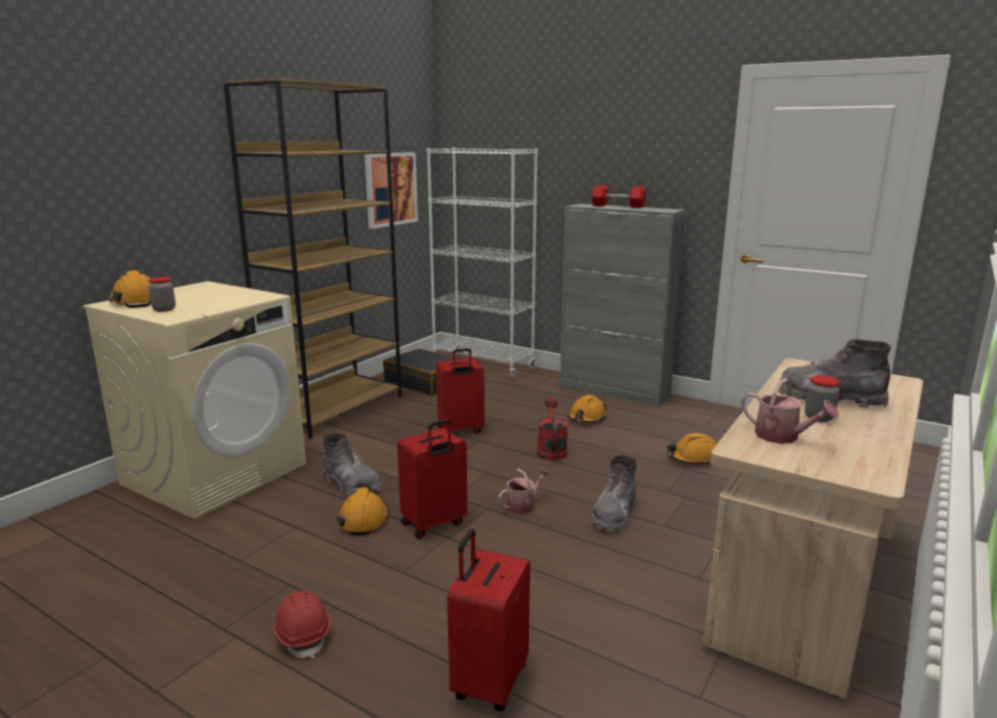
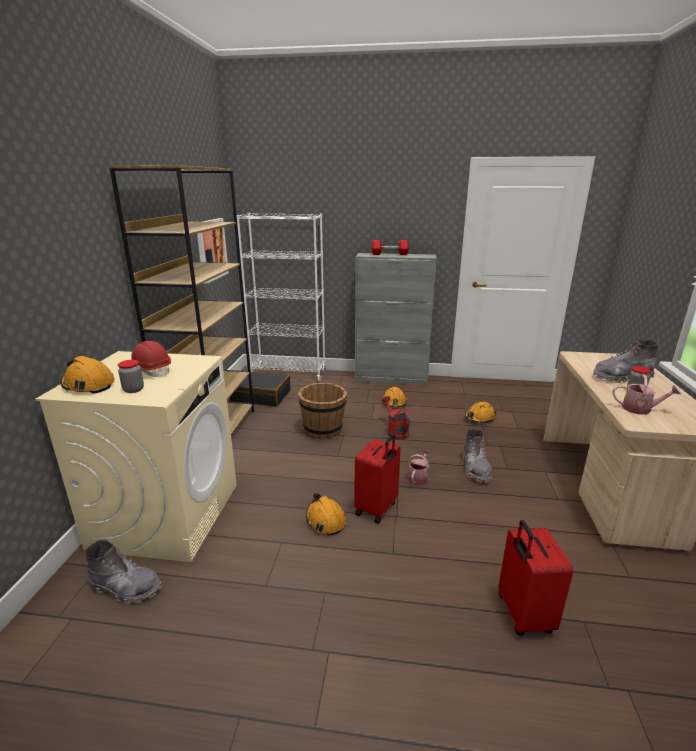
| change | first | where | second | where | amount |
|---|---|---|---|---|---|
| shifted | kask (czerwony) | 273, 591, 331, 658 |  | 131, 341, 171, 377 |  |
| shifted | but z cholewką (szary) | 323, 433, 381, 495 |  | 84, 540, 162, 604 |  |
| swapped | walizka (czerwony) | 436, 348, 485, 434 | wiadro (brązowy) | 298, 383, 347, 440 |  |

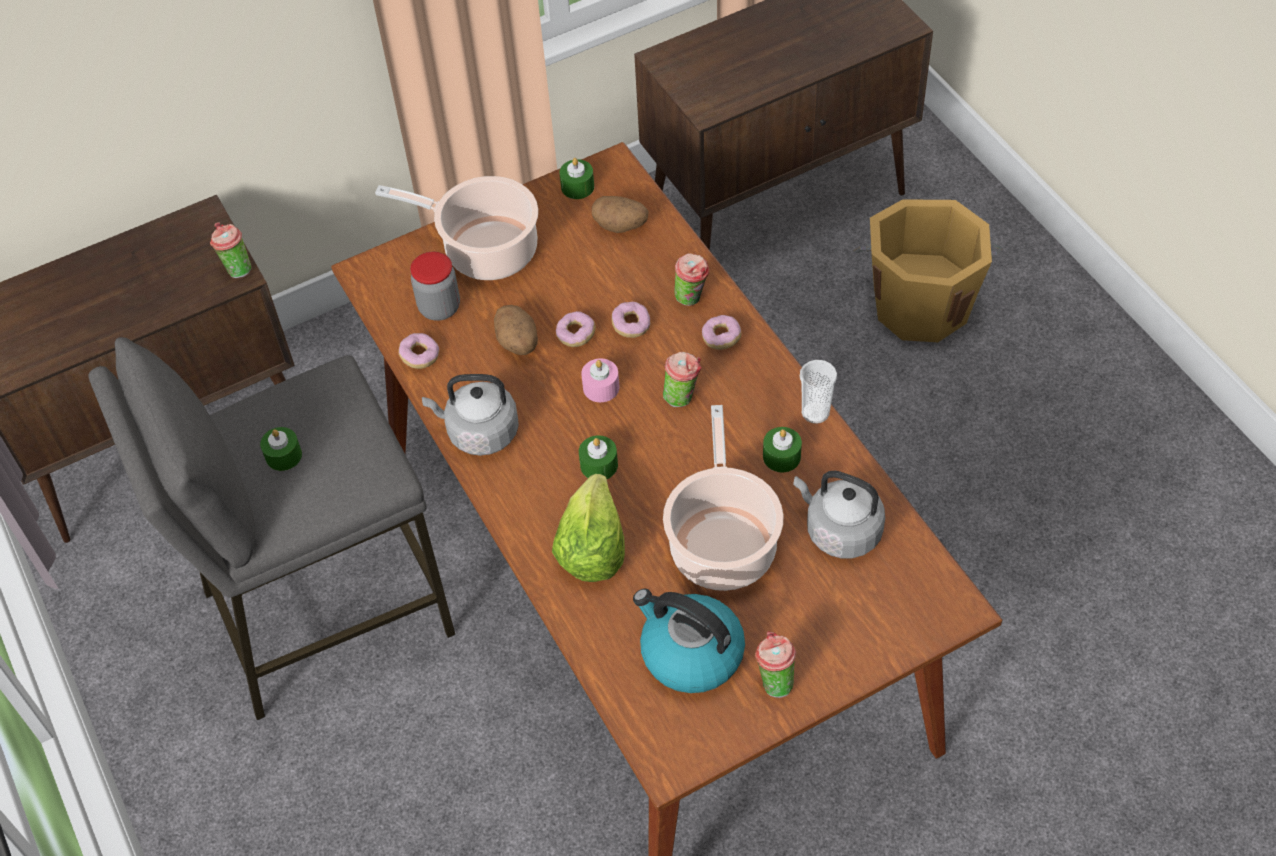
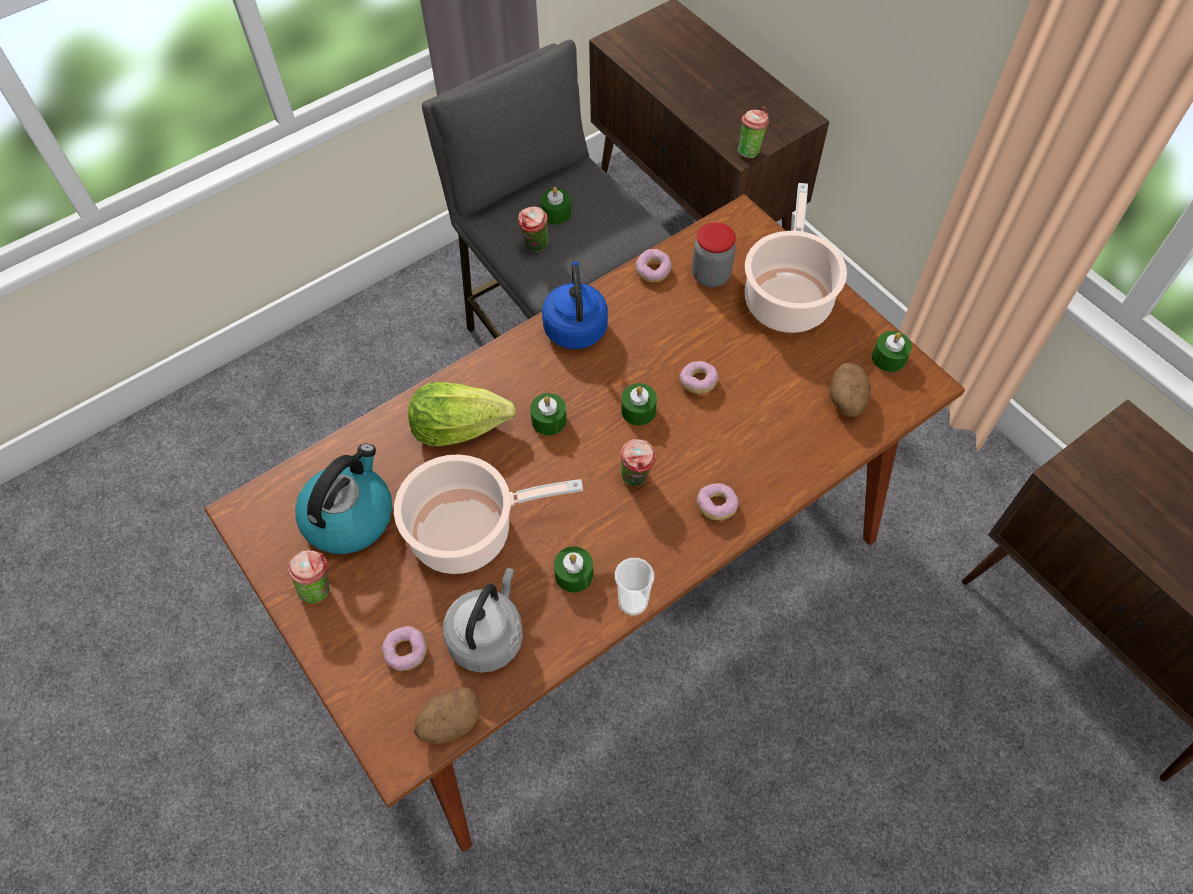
| change | first | where | second | where | amount |
|---|---|---|---|---|---|
| gone | wiadro (pomarańczowy) | 854, 199, 1002, 342 |  |  |  |
| shifted | ziemniak | 494, 305, 538, 355 |  | 414, 687, 481, 744 |  |
| shifted | donut | 612, 302, 650, 338 |  | 382, 626, 427, 671 |  |
| shifted | filiżanka | 674, 253, 709, 306 |  | 518, 206, 549, 252 |  |
| repainted | czajnik (szary) | 422, 374, 519, 456 | czajnik (niebieski) | 542, 261, 608, 349 |  |
| repainted | świeca (różowy) | 581, 358, 619, 402 | świeca (zielony) | 621, 383, 657, 426 |  |

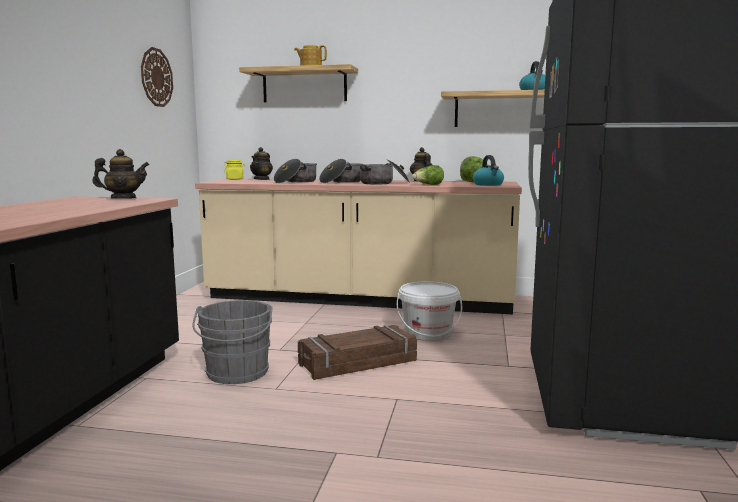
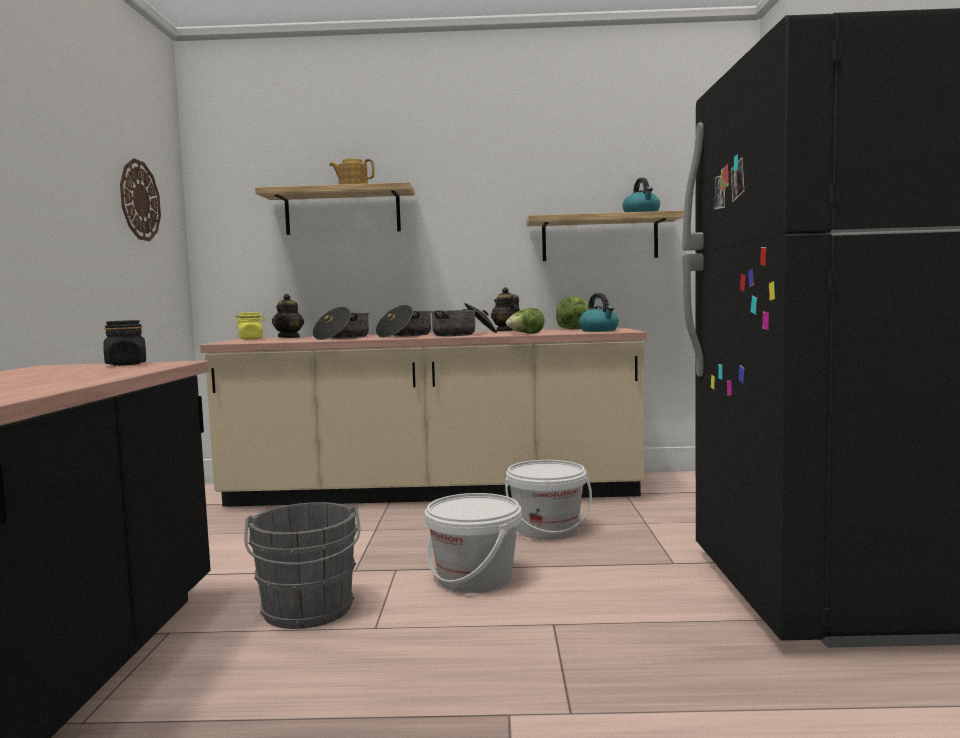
| change | first | where | second | where | amount |
|---|---|---|---|---|---|
| swapped | imbryk | 92, 149, 149, 199 | słoik (czarny) | 103, 320, 146, 366 |  |
| swapped | skrzynka | 298, 325, 417, 380 | wiadro (biały) | 425, 493, 522, 593 |  |

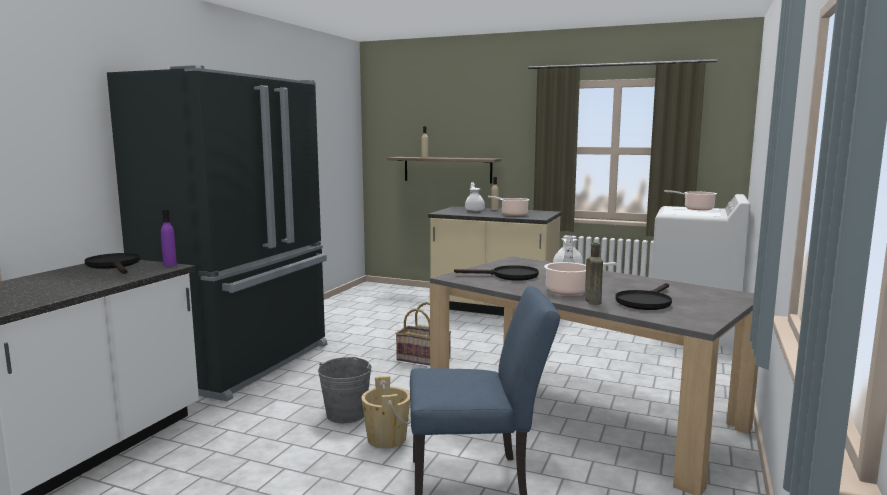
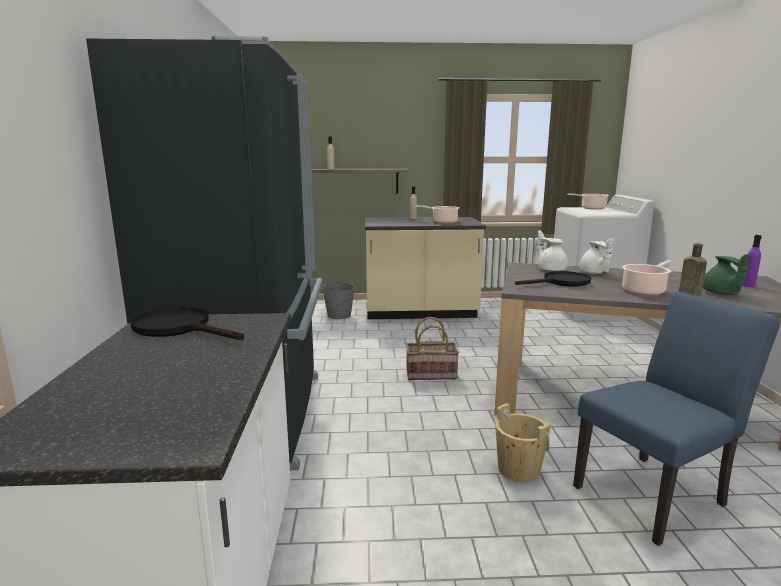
| change | first | where | second | where | amount |
|---|---|---|---|---|---|
| shifted | butelka (fioletowy) | 161, 209, 177, 266 |  | 742, 235, 762, 287 |  |
| shifted | wiadro (szary) | 318, 357, 372, 423 |  | 322, 282, 355, 319 |  |
| shifted | imbryk (biały) | 465, 182, 485, 211 |  | 537, 230, 568, 271 |  |
| swapped | patelnia (czarny) | 615, 283, 672, 310 | imbryk (zielony) | 703, 254, 750, 295 |  |

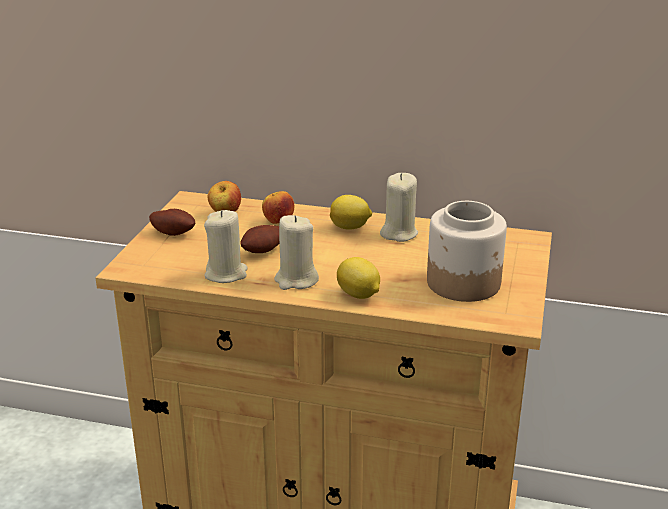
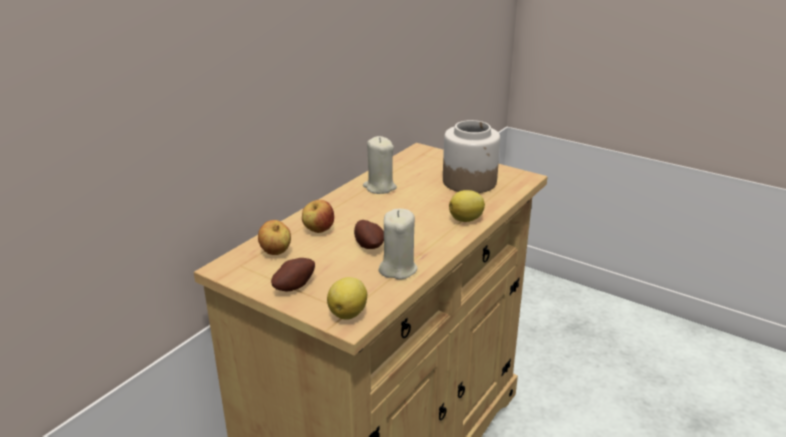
| change | first | where | second | where | amount |
|---|---|---|---|---|---|
| gone | świeca (beżowy) | 274, 215, 319, 290 |  |  |  |
| shifted | cytryna | 330, 195, 372, 230 |  | 327, 277, 367, 320 |  |

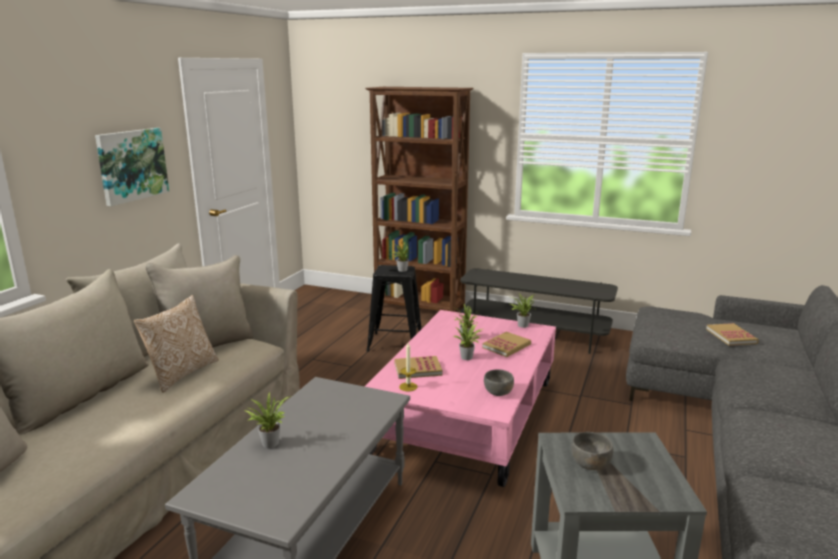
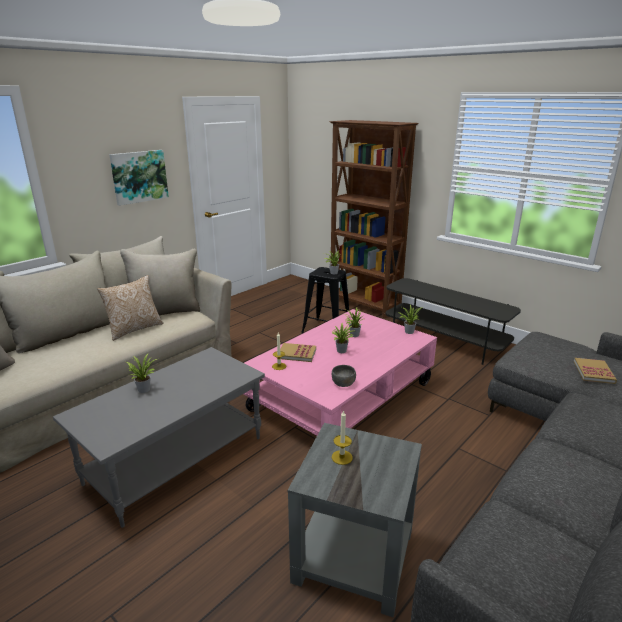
| change | first | where | second | where | amount |
|---|---|---|---|---|---|
| gone | książka | 482, 332, 531, 357 |  |  |  |
| swapped | miska (szary) | 571, 432, 613, 470 | świeca | 332, 410, 353, 465 |  |

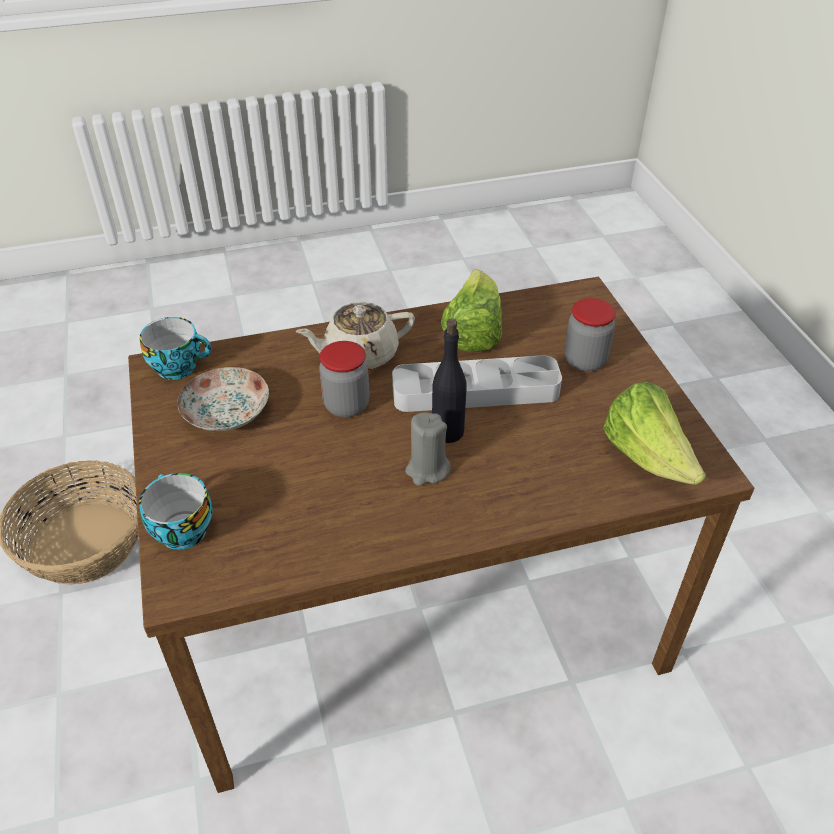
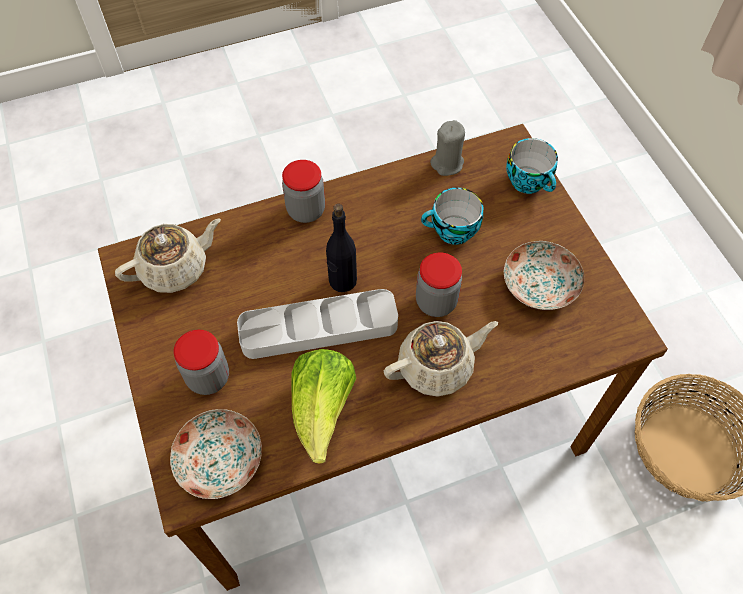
| change | first | where | second | where | amount |
|---|---|---|---|---|---|
| new |  |  | talerz | 170, 409, 262, 499 |  |
| new |  |  | słoik | 282, 160, 325, 223 |  |
| shifted | filiżanka | 140, 317, 211, 380 |  | 421, 188, 483, 245 |  |
| shifted | świeca (szary) | 405, 412, 451, 486 |  | 430, 120, 465, 176 |  |
| swapped | sałata | 603, 382, 706, 485 | imbryk (beżowy) | 115, 218, 221, 293 |  |

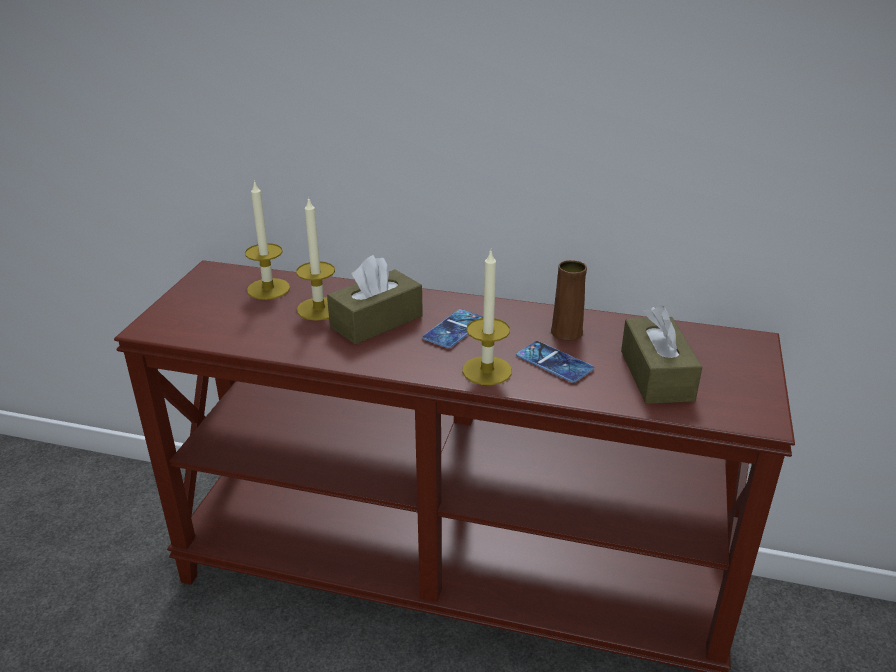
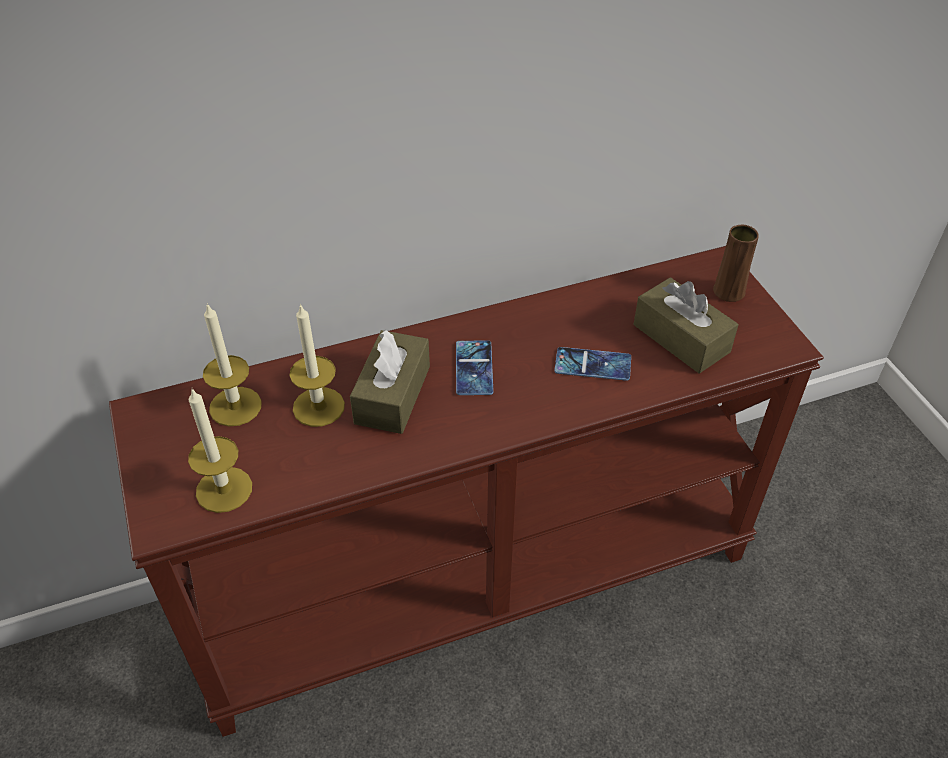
| change | first | where | second | where | amount |
|---|---|---|---|---|---|
| shifted | świeca | 462, 250, 512, 385 |  | 188, 389, 252, 513 |  |
| shifted | wazon (brązowy) | 551, 260, 587, 341 |  | 713, 225, 759, 302 |  |

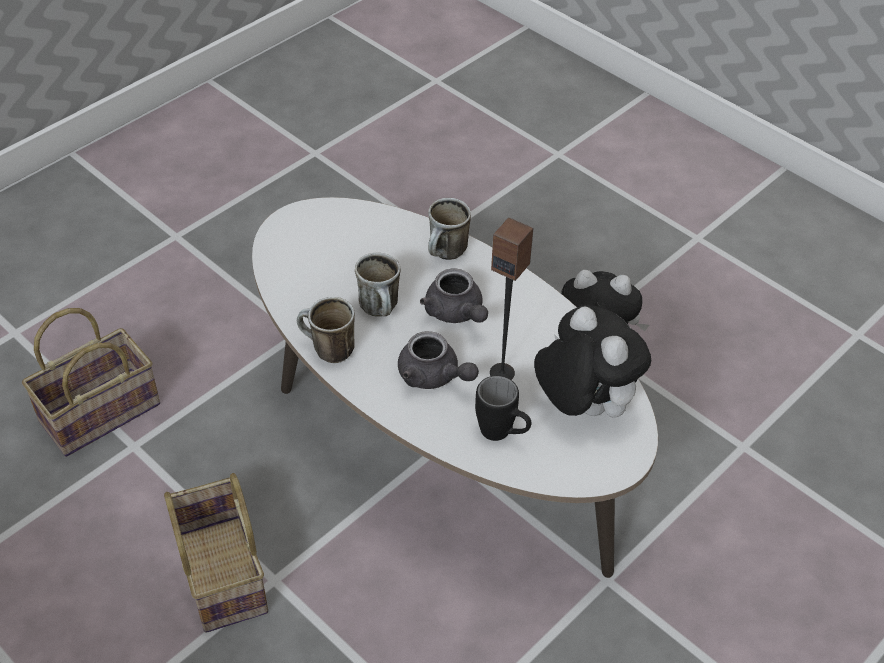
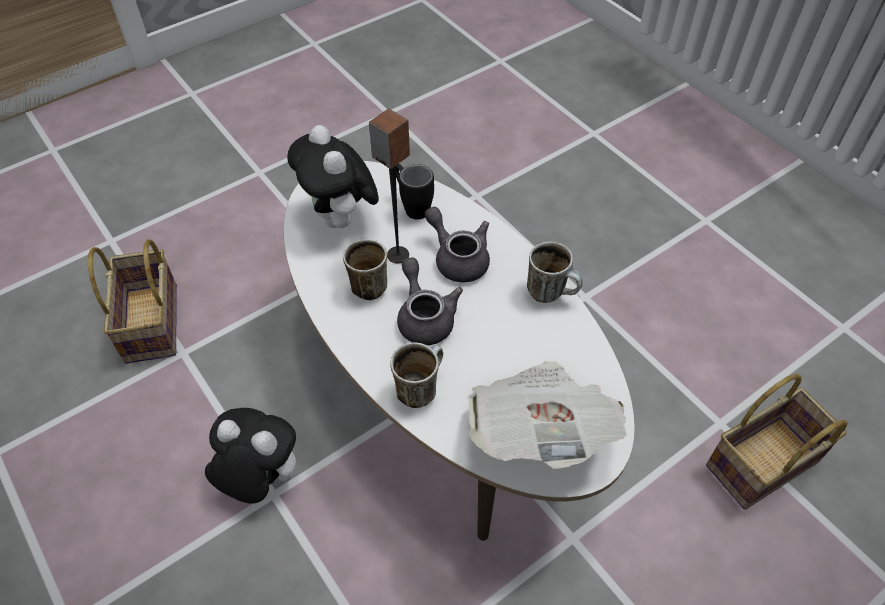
| change | first | where | second | where | amount |
|---|---|---|---|---|---|
| new |  |  | gazeta | 468, 361, 627, 469 |  |
| shifted | koszyk | 164, 473, 268, 633 |  | 88, 239, 177, 364 |  |
| shifted | kubek | 355, 253, 401, 317 |  | 343, 238, 387, 300 |  |

